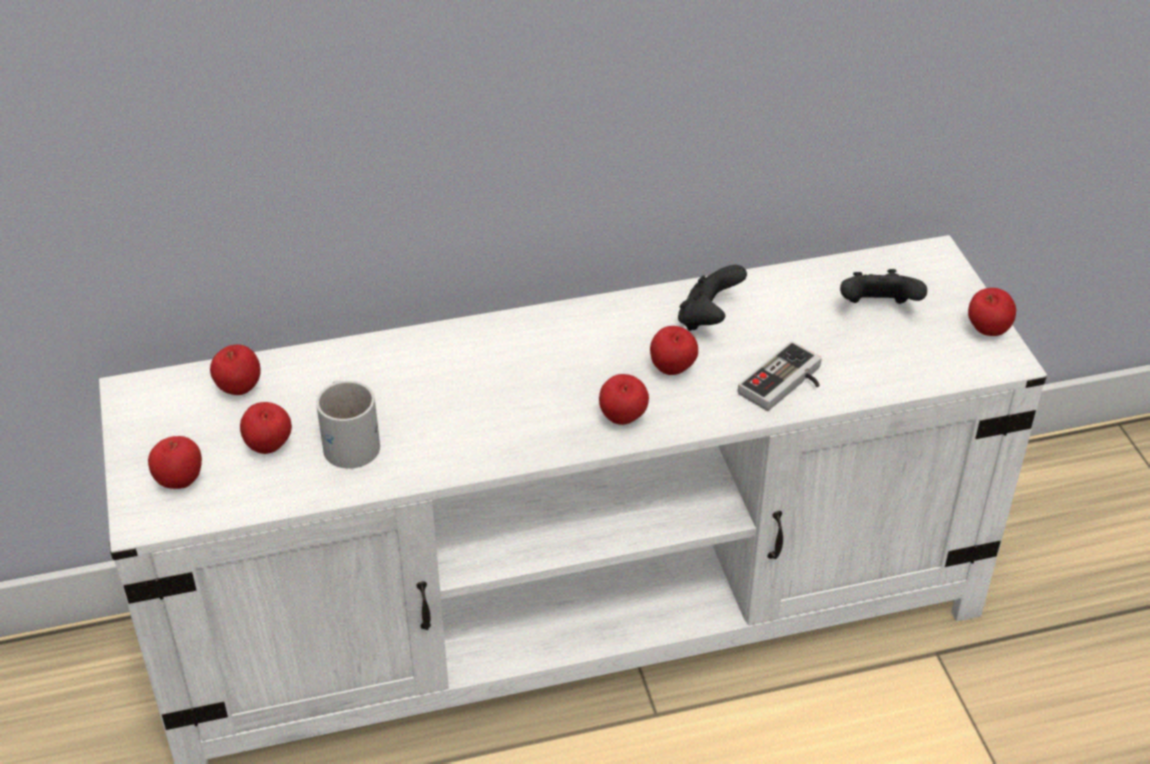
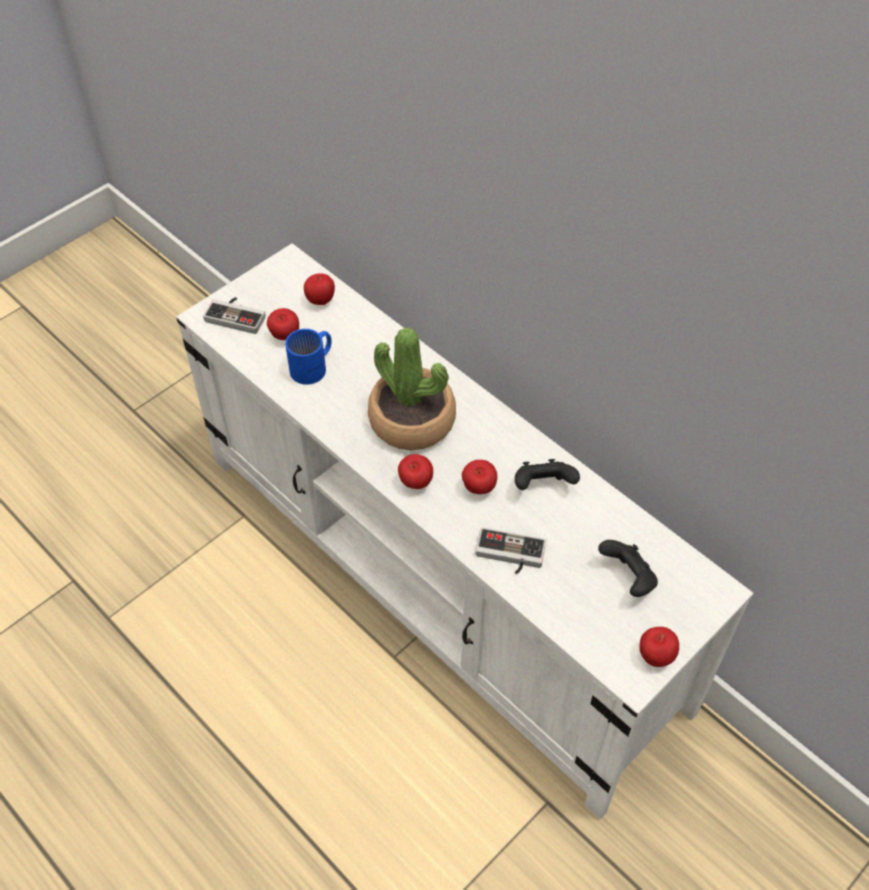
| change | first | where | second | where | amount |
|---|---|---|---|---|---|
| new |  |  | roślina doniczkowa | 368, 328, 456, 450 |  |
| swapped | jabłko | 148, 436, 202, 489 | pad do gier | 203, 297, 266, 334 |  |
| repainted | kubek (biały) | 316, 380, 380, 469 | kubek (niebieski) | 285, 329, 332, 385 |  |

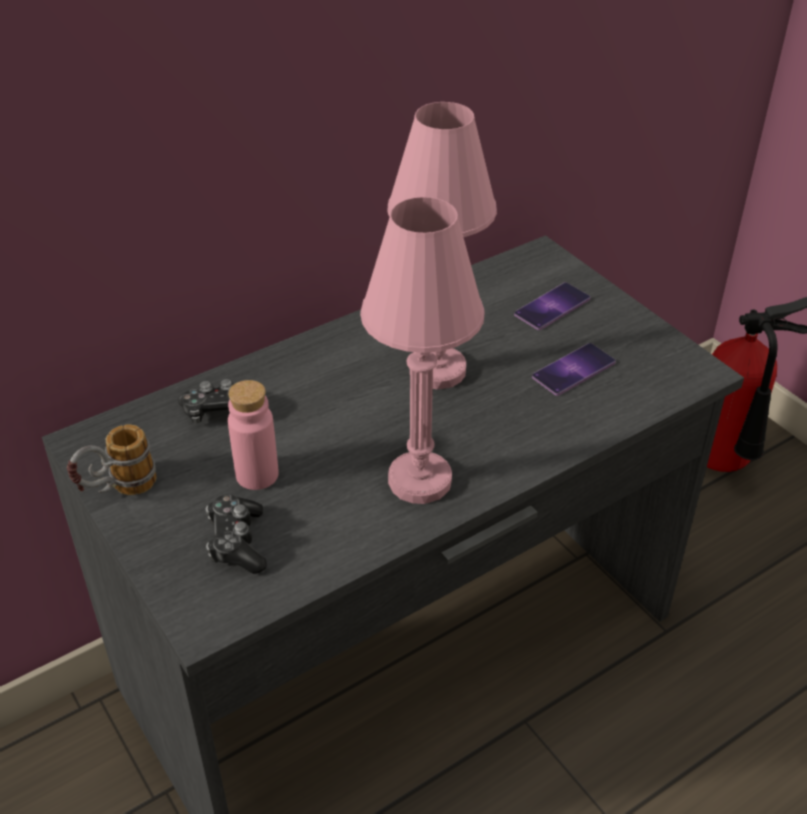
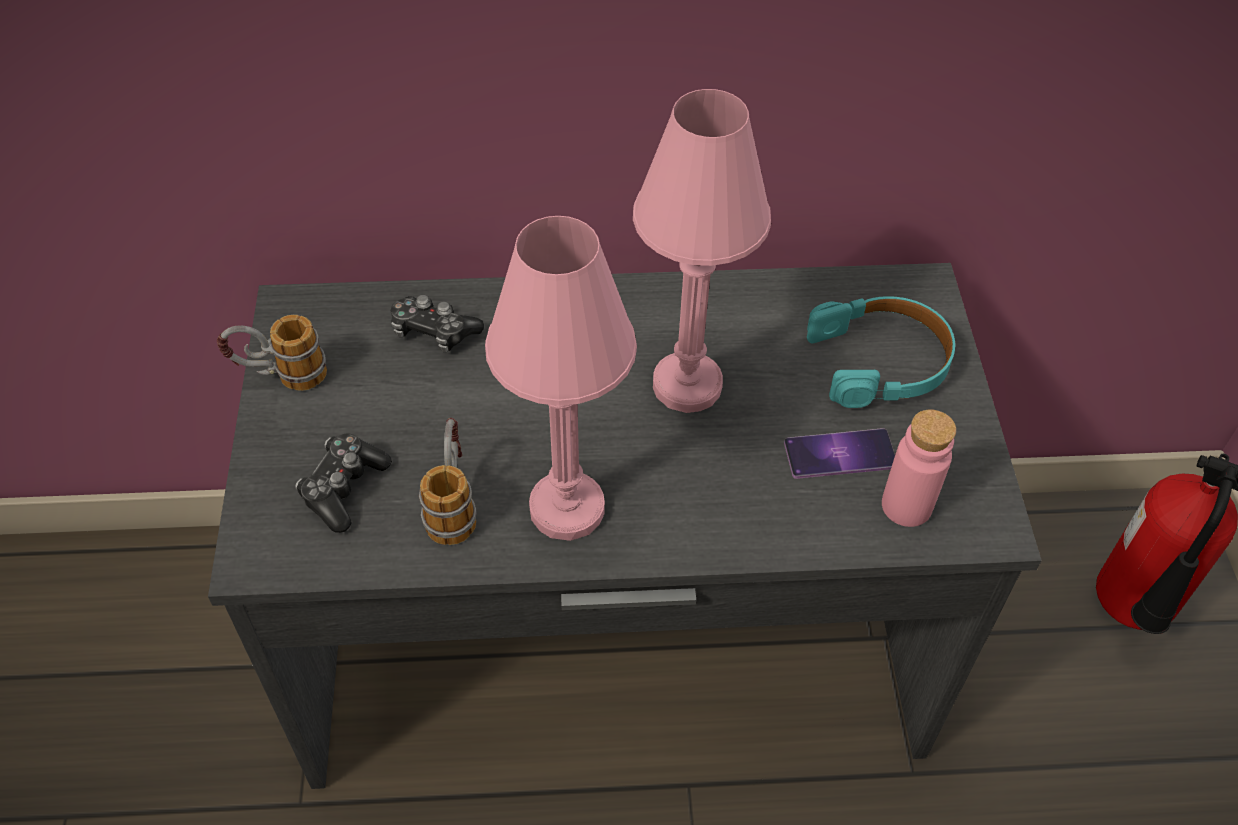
| change | first | where | second | where | amount |
|---|---|---|---|---|---|
| new |  |  | kubek | 419, 418, 476, 545 |  |
| shifted | butelka (różowy) | 228, 380, 279, 490 |  | 882, 410, 956, 527 |  |
| swapped | telefon | 514, 282, 590, 330 | słuchawki (turkusowy) | 807, 296, 955, 408 |  |

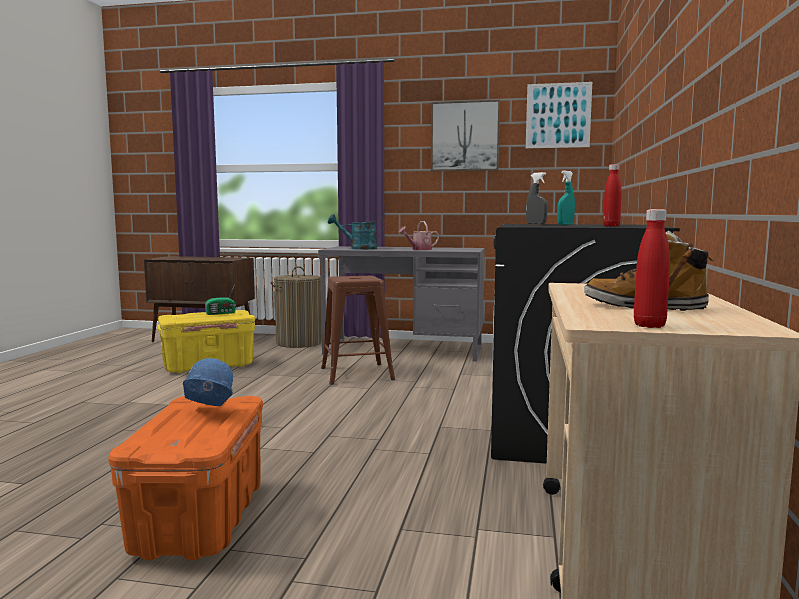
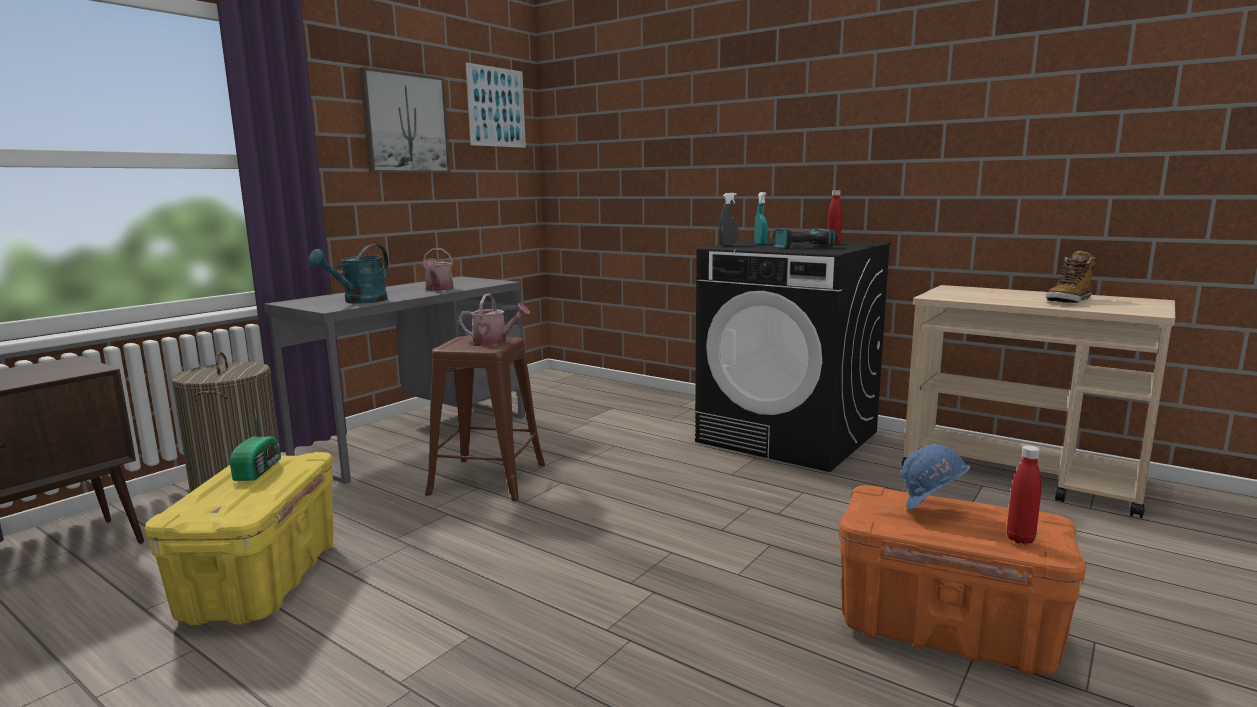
| change | first | where | second | where | amount |
|---|---|---|---|---|---|
| new |  |  | konewka | 459, 293, 530, 345 |  |
| new |  |  | wiertarka | 775, 228, 838, 249 |  |
| shifted | butelka (czerwony) | 634, 209, 670, 328 |  | 1007, 445, 1041, 544 |  |

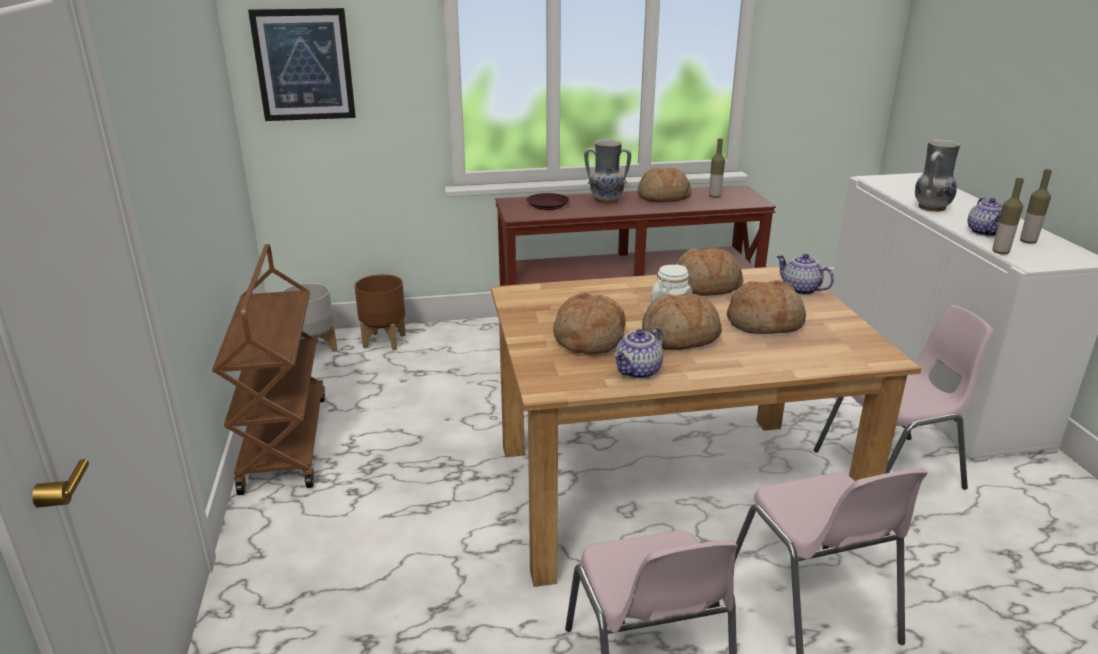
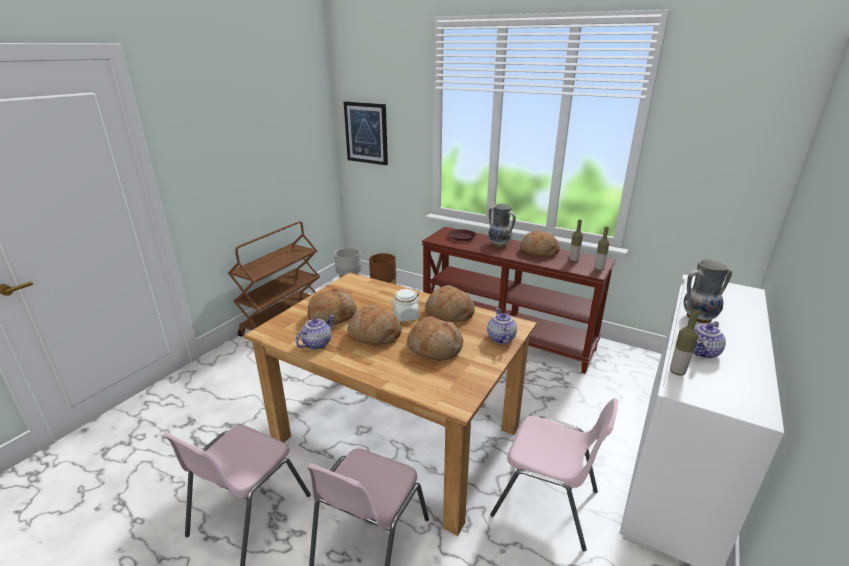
| change | first | where | second | where | amount |
|---|---|---|---|---|---|
| shifted | butelka | 1020, 169, 1052, 244 |  | 595, 227, 609, 271 |  |
| rotated | imbryk | 614, 327, 663, 379 |  | 296, 315, 334, 349 | 135 degrees clockwise |

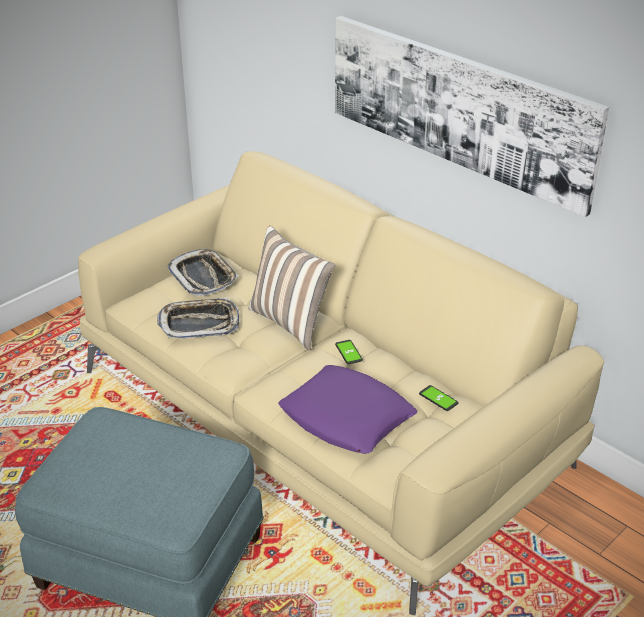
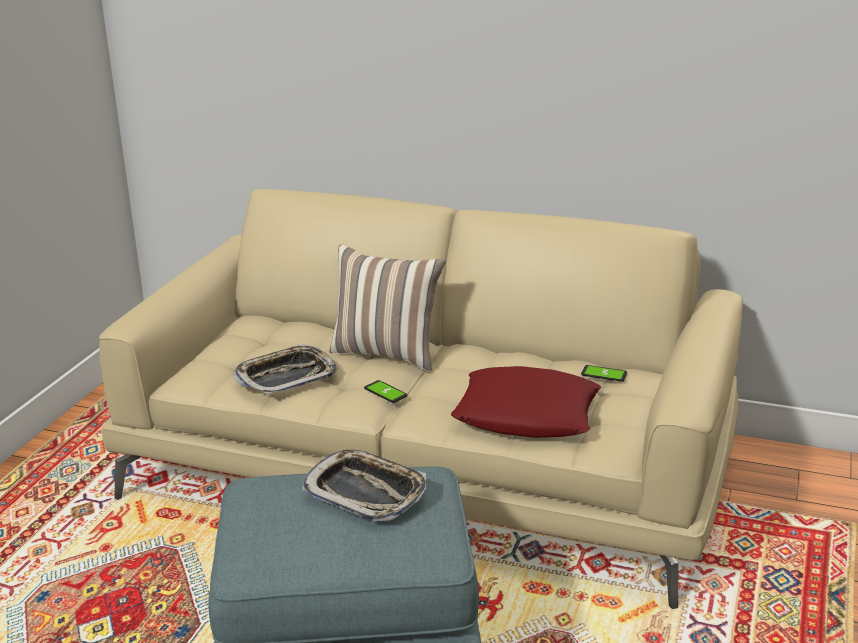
| change | first | where | second | where | amount |
|---|---|---|---|---|---|
| gone | obraz | 335, 16, 609, 217 |  |  |  |
| shifted | taca | 167, 249, 239, 296 |  | 302, 450, 426, 521 |  |
| shifted | telefon | 335, 340, 363, 364 |  | 364, 380, 407, 403 |  |
| repainted | poduszka (fioletowy) | 278, 365, 417, 454 | poduszka (czerwony) | 451, 366, 601, 438 |  |

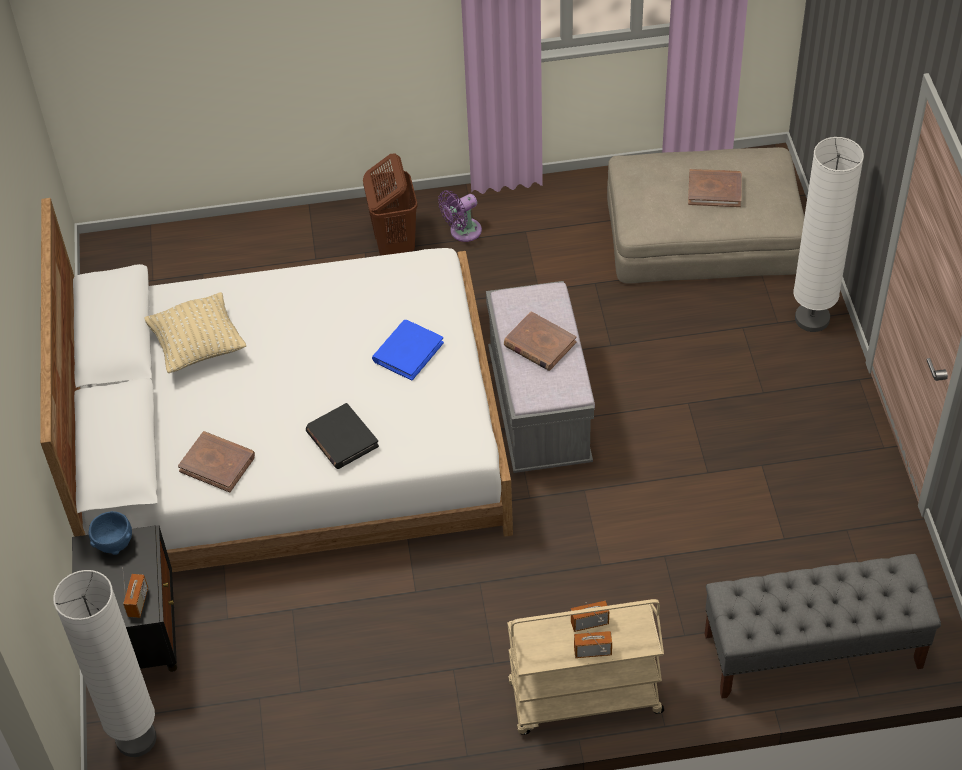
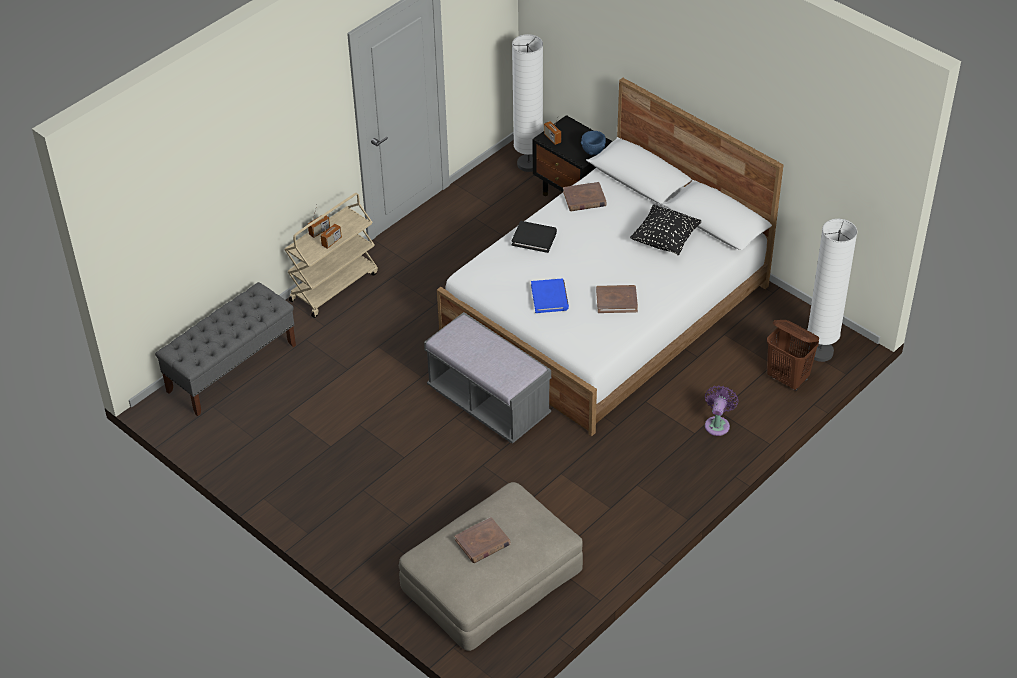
| change | first | where | second | where | amount |
|---|---|---|---|---|---|
| shifted | kosz na pranie (brązowy) | 363, 153, 418, 255 |  | 767, 320, 819, 391 |  |
| shifted | wentylator (fioletowy) | 438, 190, 482, 242 |  | 705, 385, 739, 436 |  |
| shifted | książka (brązowy) | 504, 311, 577, 371 |  | 596, 285, 638, 313 |  |
| shifted | lampa stojąca (biały) | 793, 137, 864, 332 |  | 807, 219, 858, 362 |  |
| repainted | poduszka (beżowy) | 144, 292, 246, 373 | poduszka (czarny) | 630, 204, 701, 255 |  |

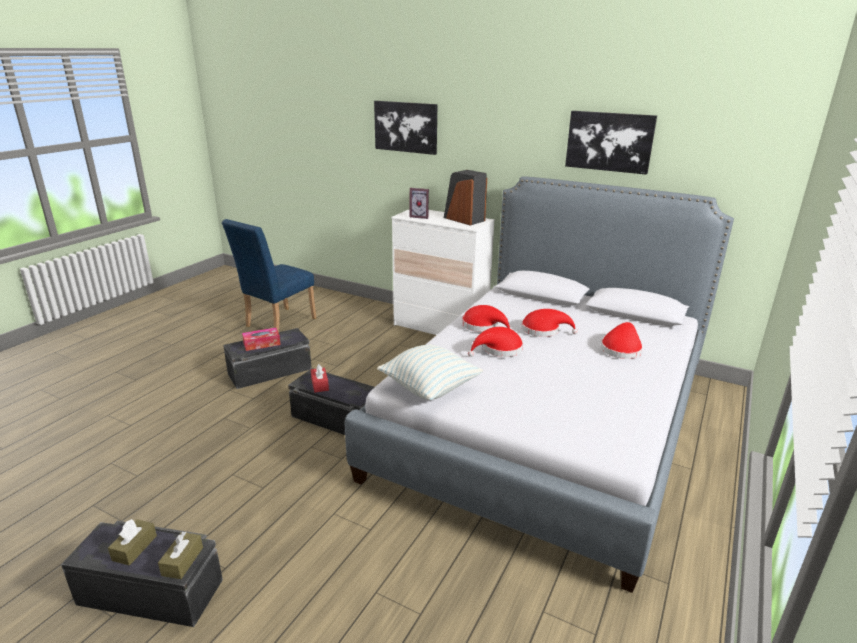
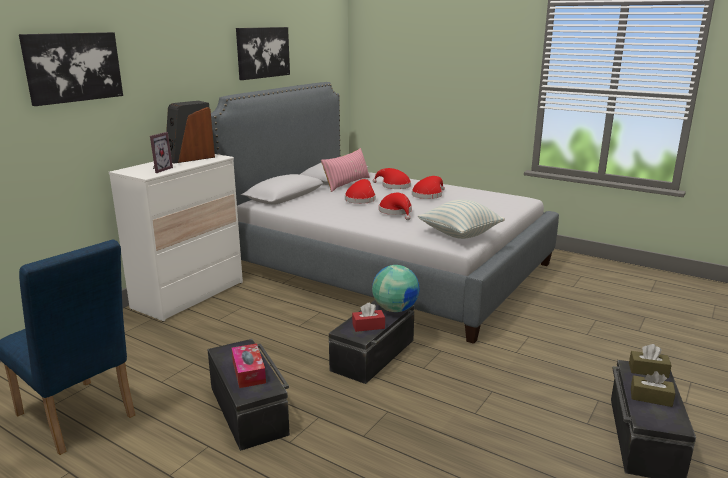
| change | first | where | second | where | amount |
|---|---|---|---|---|---|
| new |  |  | poduszka (różowy) | 321, 148, 370, 192 |  |
| new |  |  | globus | 372, 265, 420, 312 |  |
| shifted | kapelusz (czerwony) | 462, 305, 510, 332 |  | 412, 176, 445, 199 |  |

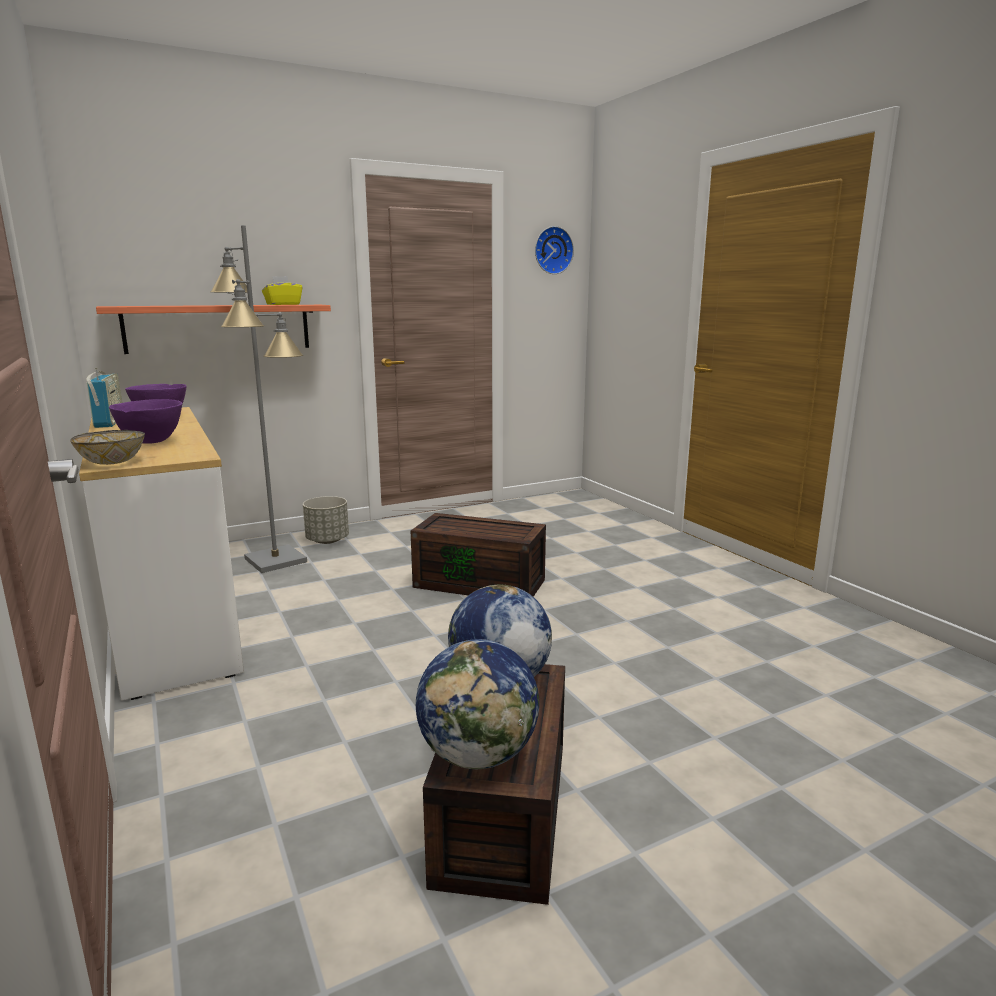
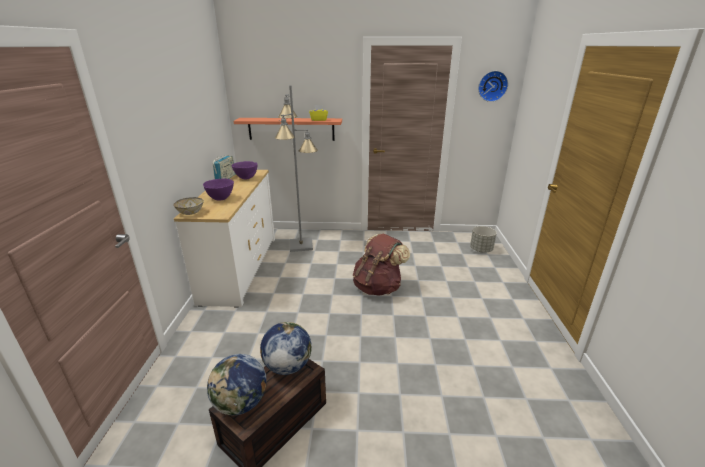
| change | first | where | second | where | amount |
|---|---|---|---|---|---|
| shifted | donica (szary) | 303, 496, 349, 544 |  | 470, 226, 497, 253 |  |
| swapped | pojemnik do przechowywania (brązowy) | 411, 513, 546, 597 | plecak (brązowy) | 353, 234, 410, 296 |  |

